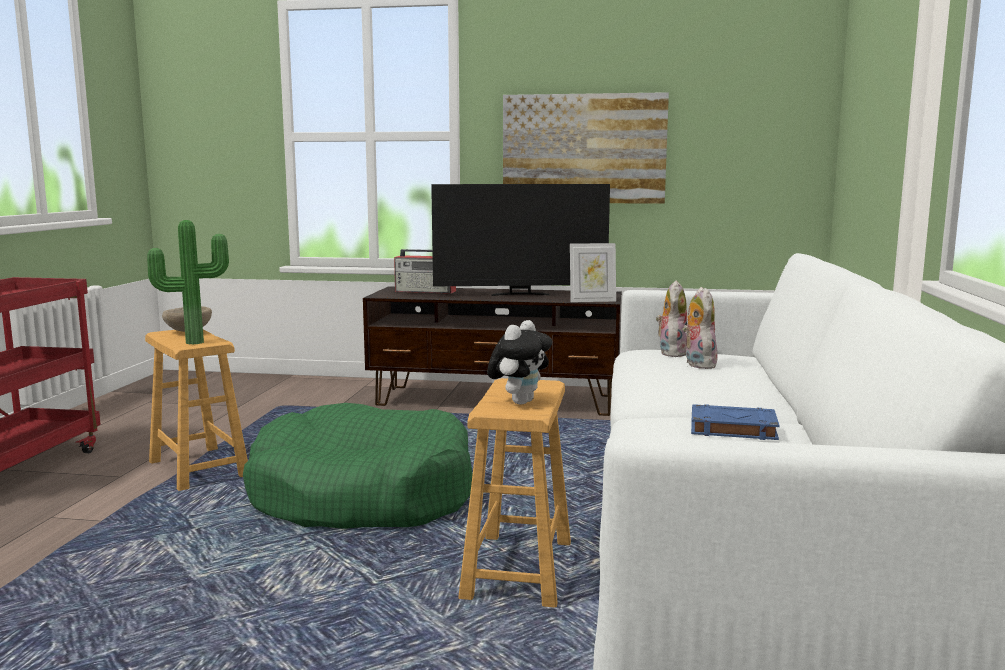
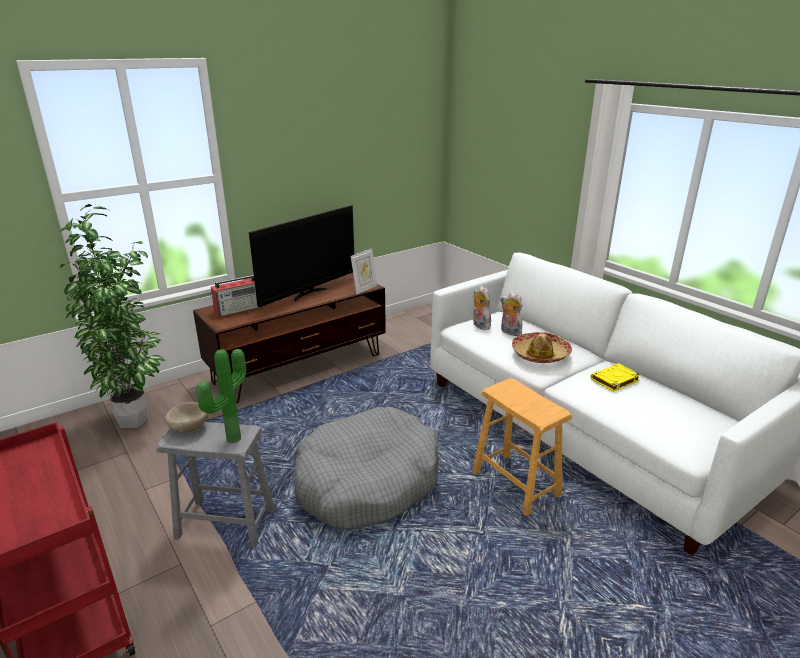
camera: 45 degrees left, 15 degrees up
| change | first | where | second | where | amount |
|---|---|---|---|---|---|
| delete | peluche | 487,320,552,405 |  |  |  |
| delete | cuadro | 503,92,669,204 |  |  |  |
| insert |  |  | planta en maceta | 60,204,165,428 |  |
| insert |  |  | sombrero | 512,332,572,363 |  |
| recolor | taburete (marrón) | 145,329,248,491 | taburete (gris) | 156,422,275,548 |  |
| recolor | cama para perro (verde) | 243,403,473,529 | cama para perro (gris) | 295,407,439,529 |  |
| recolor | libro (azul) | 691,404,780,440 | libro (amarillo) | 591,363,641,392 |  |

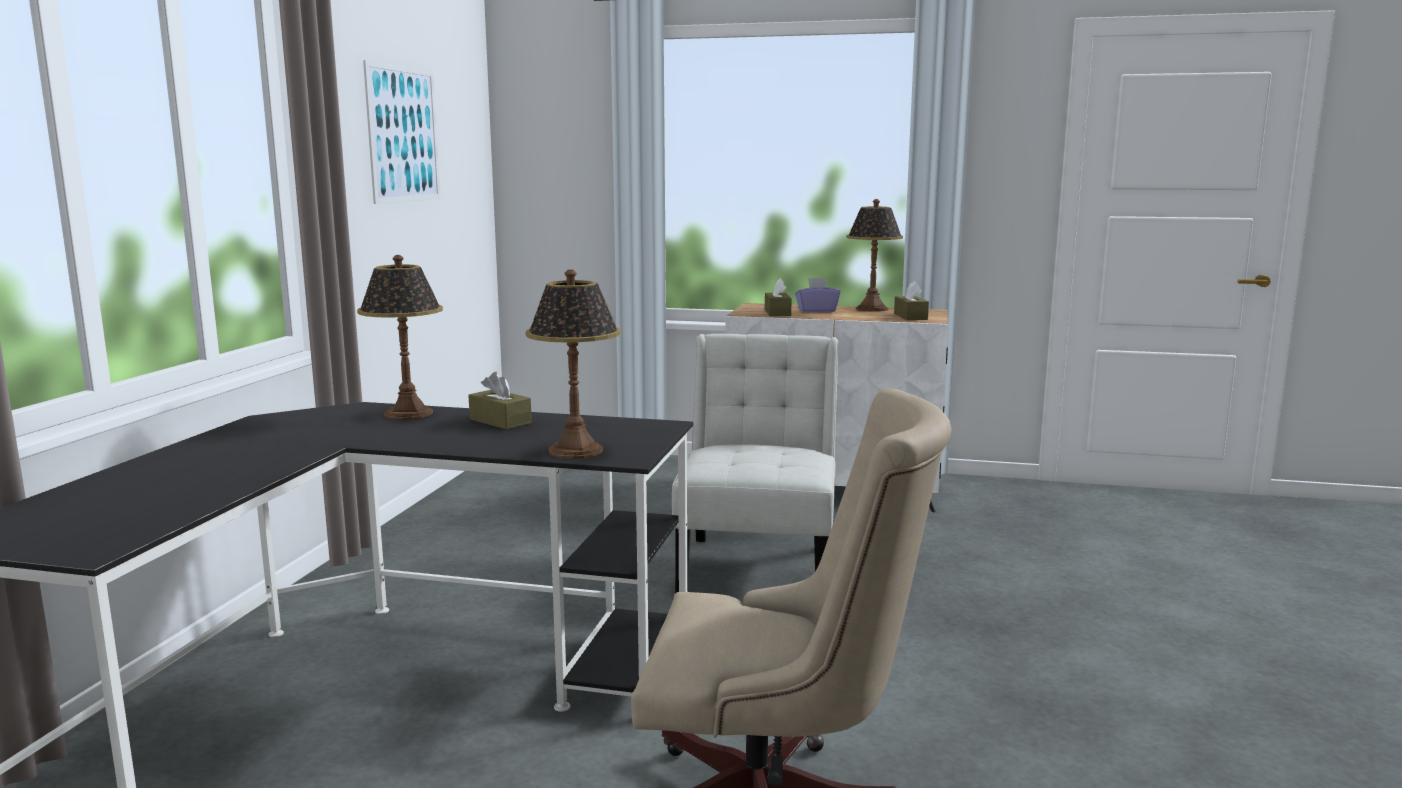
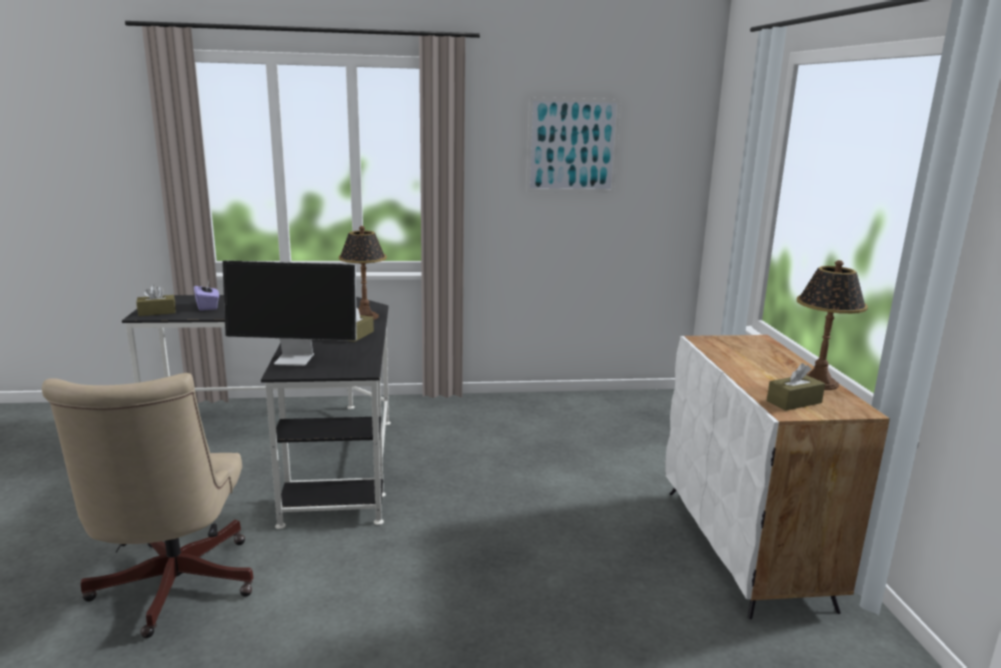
camera: 70 degrees right, 5 degrees up
| change | first | where | second | where | amount |
|---|---|---|---|---|---|
| delete | silla (blanco) | 672,334,838,593 |  |  |  |
| move | caja de pañuelos (marrón) | 765,278,792,316 |  | 136,285,176,316 |  |
| move | caja de pañuelos (morado) | 795,278,841,312 |  | 194,281,219,311 |  |
| replace | lámpara de mesa | 526,269,620,459 | monitor | 222,260,356,366 |  |

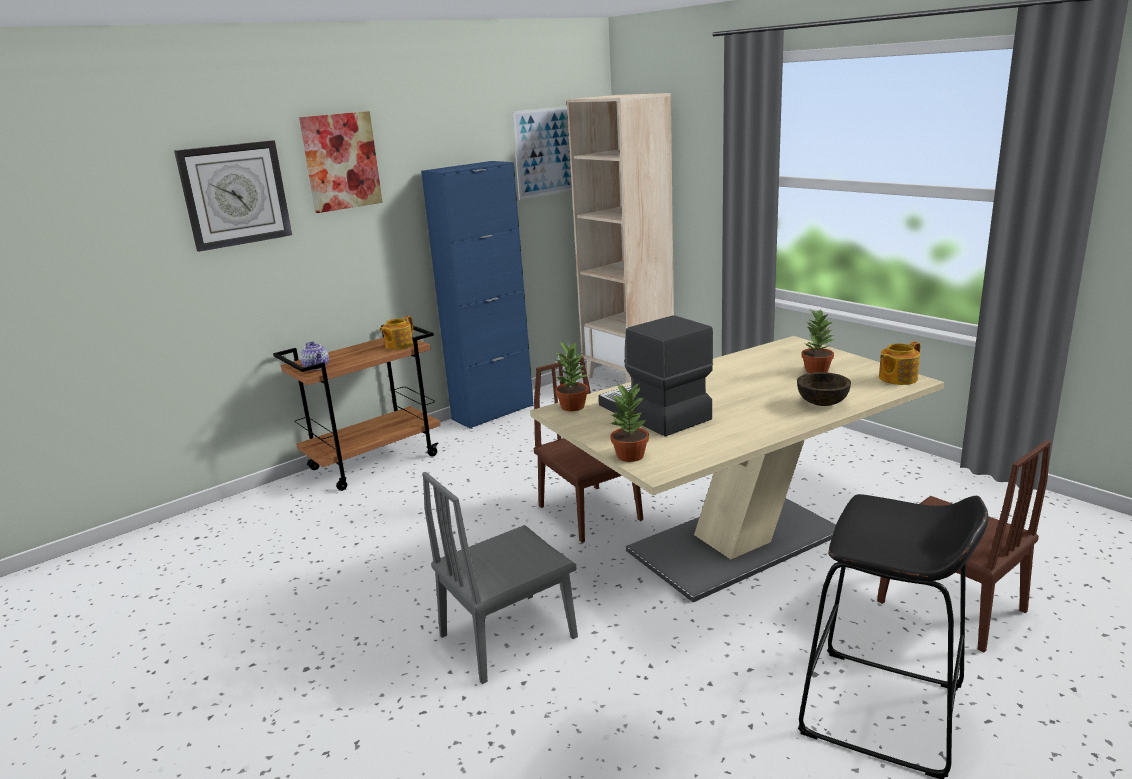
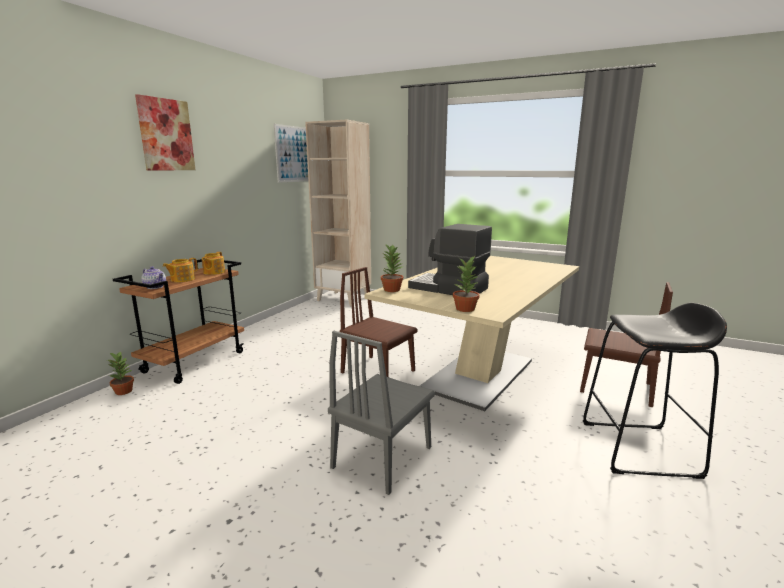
camera: 25 degrees left, 5 degrees down
| change | first | where | second | where | amount |
|---|---|---|---|---|---|
| delete | reloj de pared | 174,140,292,252 |  |  |  |
| delete | armario (azul) | 421,161,534,429 |  |  |  |
| delete | cuenco (marrón) | 797,372,851,406 |  |  |  |
| move | planta en maceta | 801,309,834,373 |  | 107,351,134,395 |  |
| move | tetera | 879,341,921,385 |  | 163,258,198,282 |  |

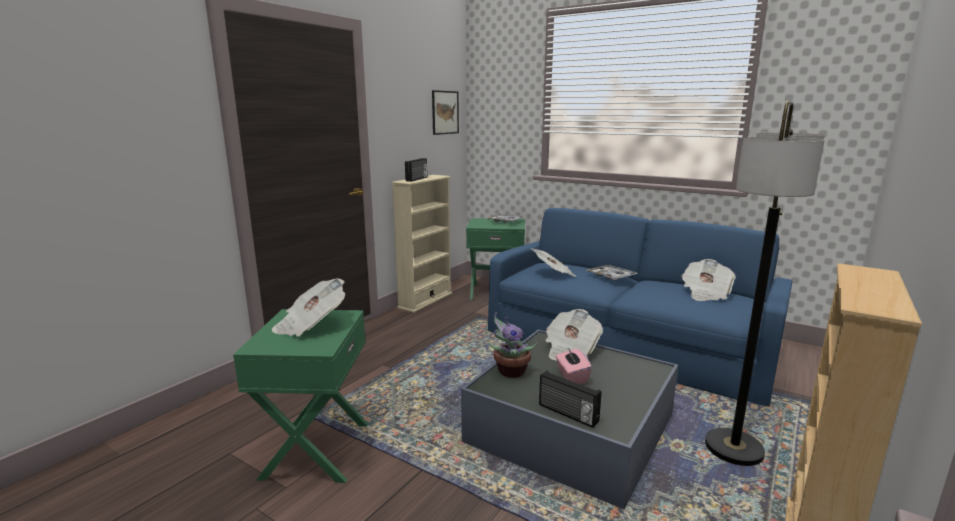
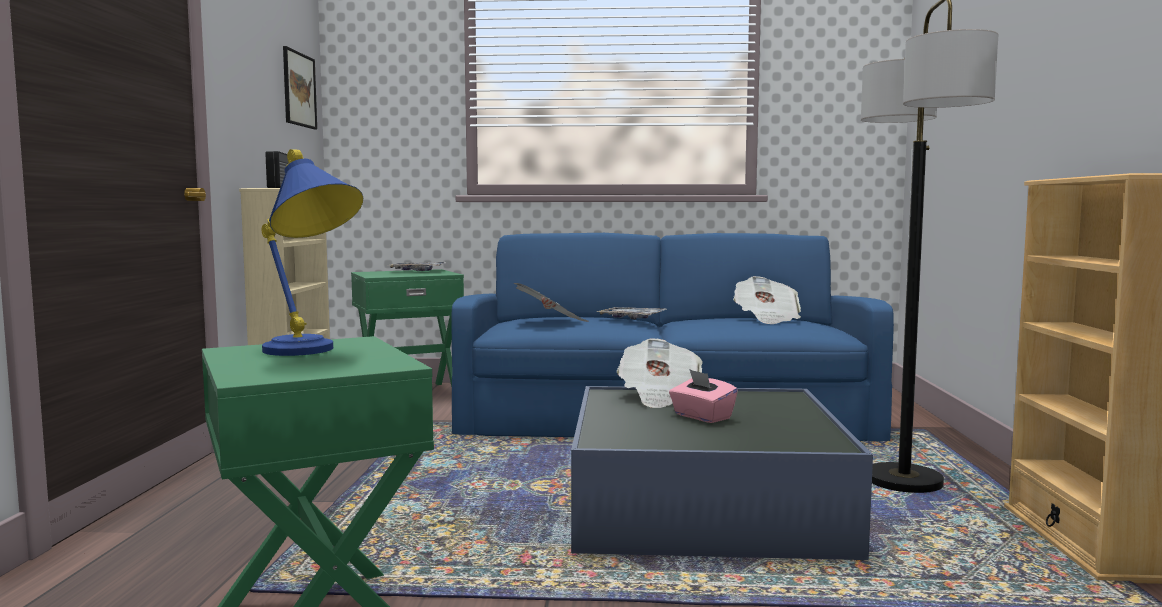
camera: 30 degrees left, 10 degrees down
| change | first | where | second | where | amount |
|---|---|---|---|---|---|
| delete | planta en maceta | 488,312,537,378 |  |  |  |
| delete | radio | 539,371,601,428 |  |  |  |
| replace | periódico | 272,278,345,337 | lámpara de mesa (azul) | 262,149,363,356 |  |

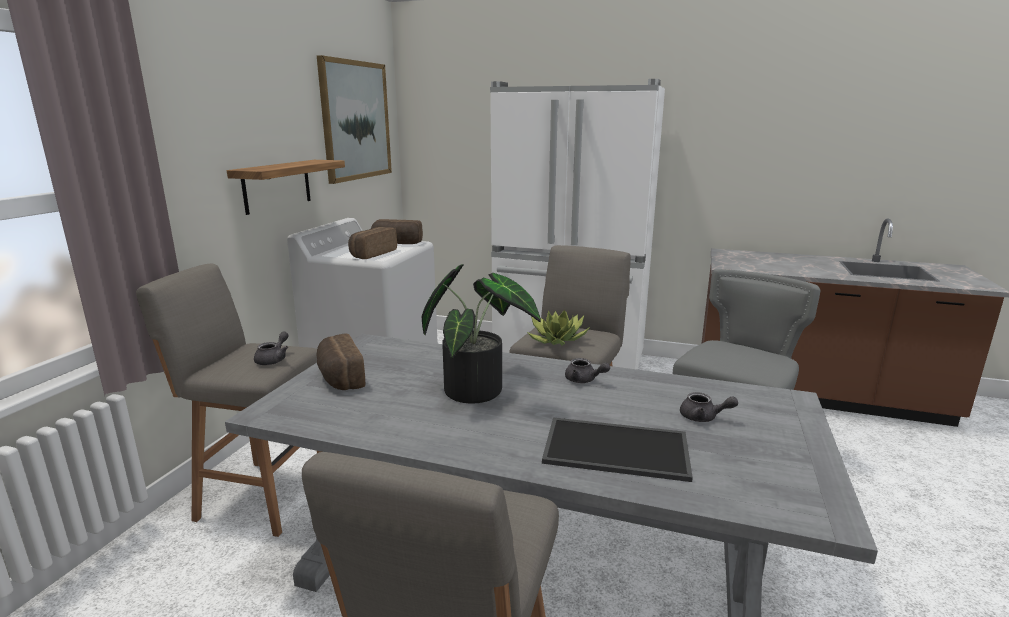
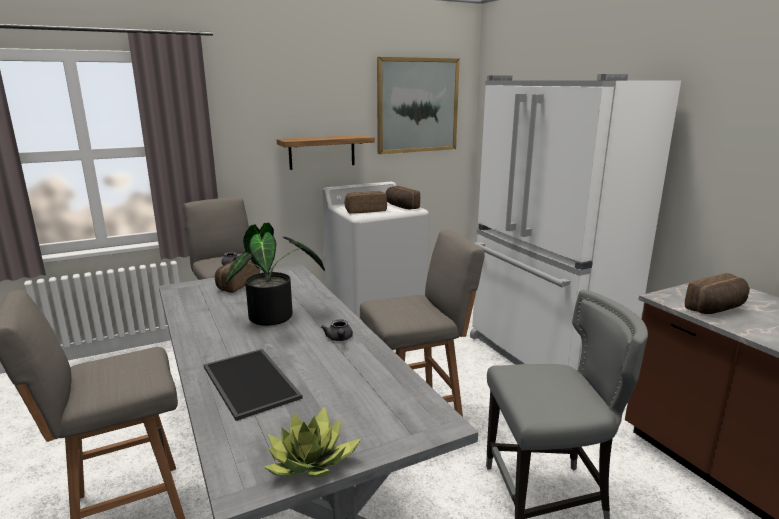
camera: 45 degrees right, 0 degrees up
| change | first | where | second | where | amount |
|---|---|---|---|---|---|
| delete | tetera (gris) | 680,392,738,422 |  |  |  |
| insert |  |  | pan | 685,273,750,314 |  |
| move | planta en maceta | 527,310,590,346 |  | 264,406,362,477 |  |

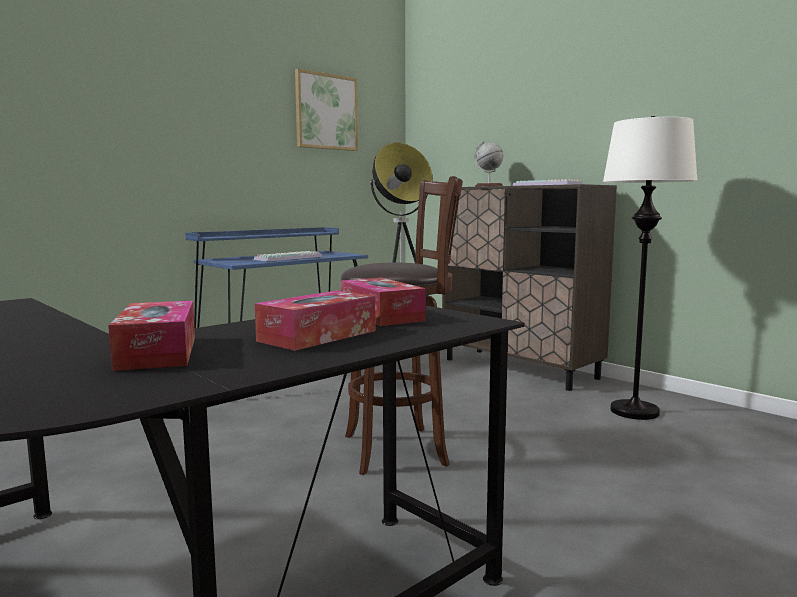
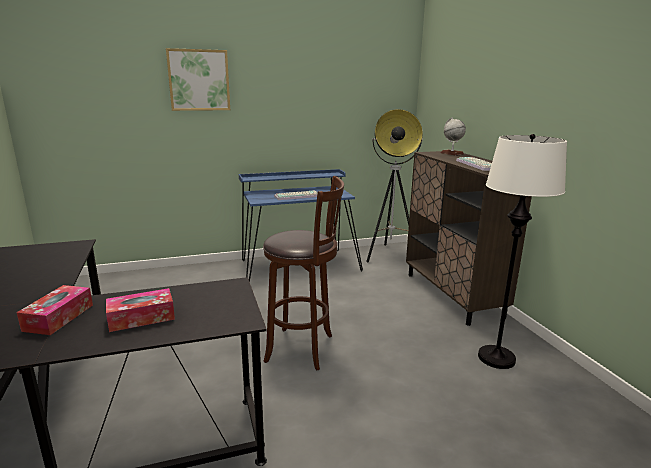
camera: 25 degrees right, 10 degrees up
| change | first | where | second | where | amount |
|---|---|---|---|---|---|
| delete | caja de pañuelos | 341,278,426,326 |  |  |  |
| move | cuadro | 295,69,358,151 |  | 166,48,230,111 |  |

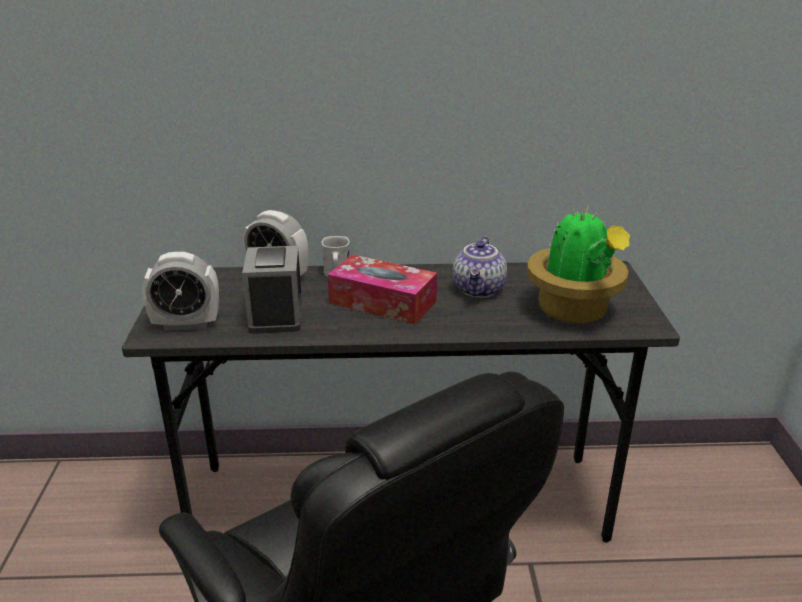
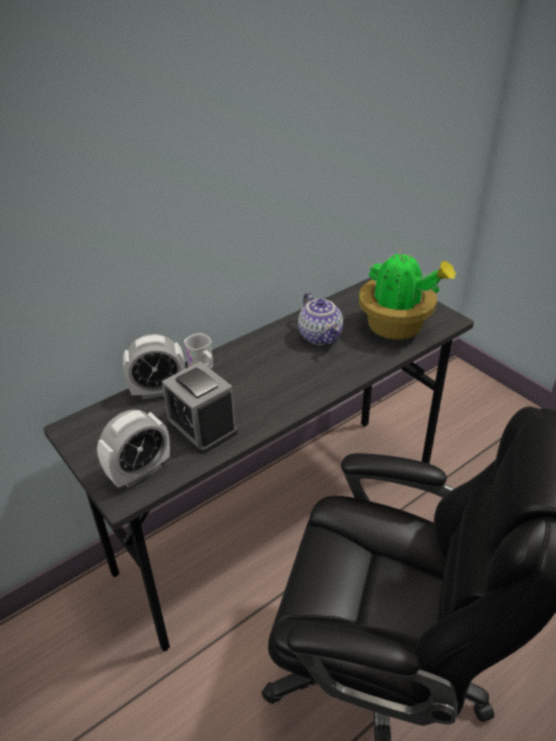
camera: 35 degrees left, 10 degrees up
| change | first | where | second | where | amount |
|---|---|---|---|---|---|
| delete | caja de pañuelos | 327,254,437,325 |  |  |  |

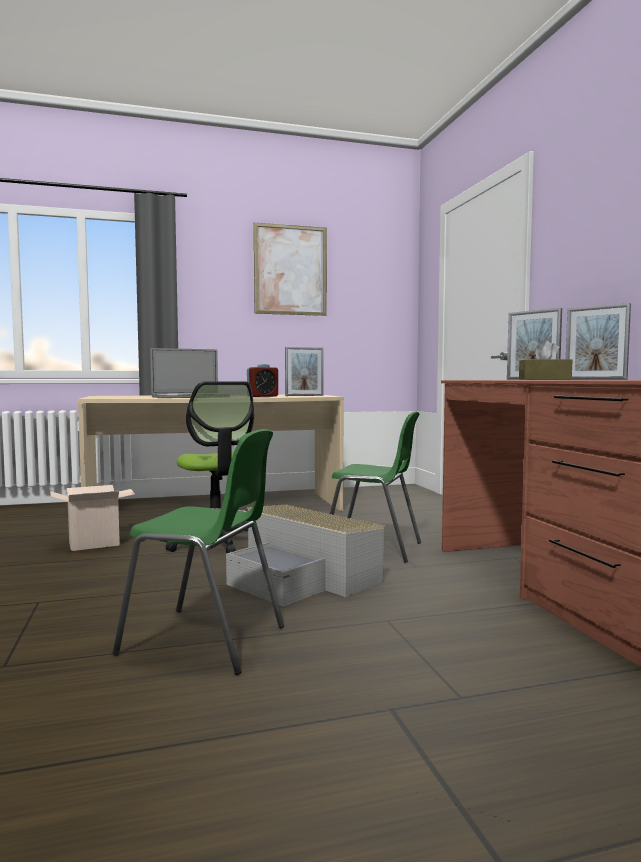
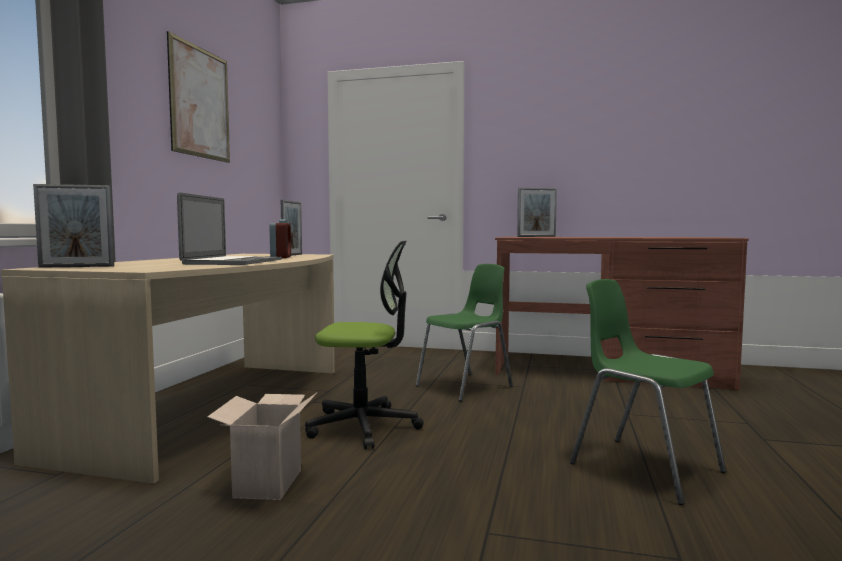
camera: 60 degrees left, 0 degrees up
| change | first | where | second | where | amount |
|---|---|---|---|---|---|
| delete | caja de almacenaje (gris) | 226,505,384,607 |  |  |  |
| delete | caja de pañuelos (marrón) | 519,340,572,380 |  |  |  |
| move | portarretratos | 566,303,631,380 |  | 33,184,114,268 |  |
| rotate | silla (verde) | 113,429,284,675 |  | 570,279,726,505 | 90 degrees counterclockwise |

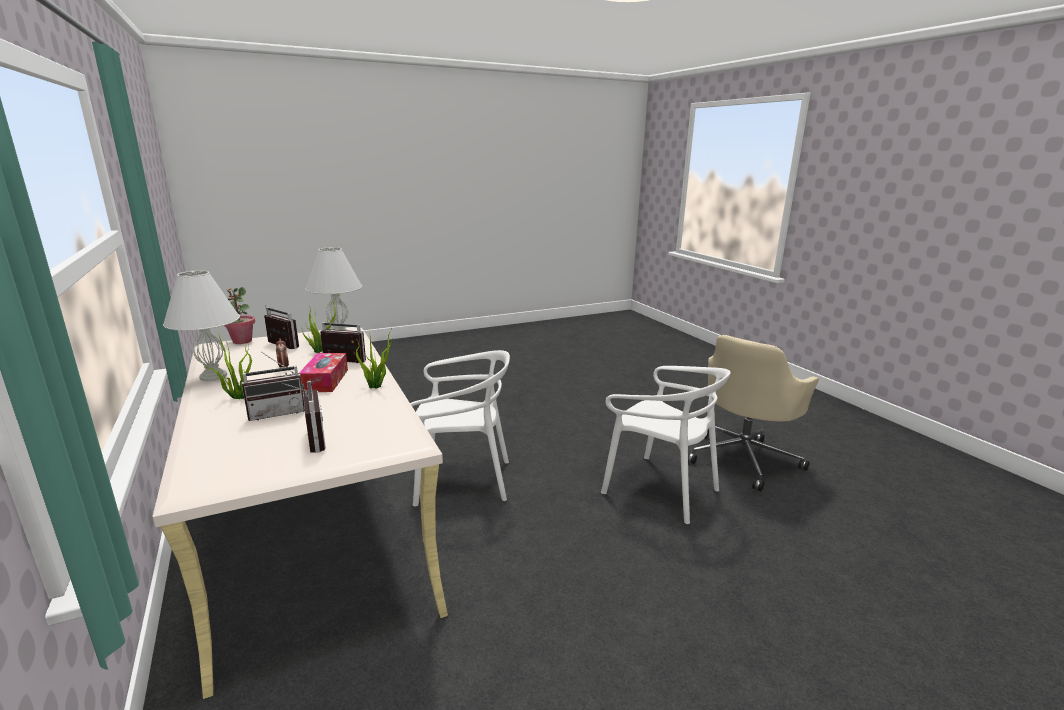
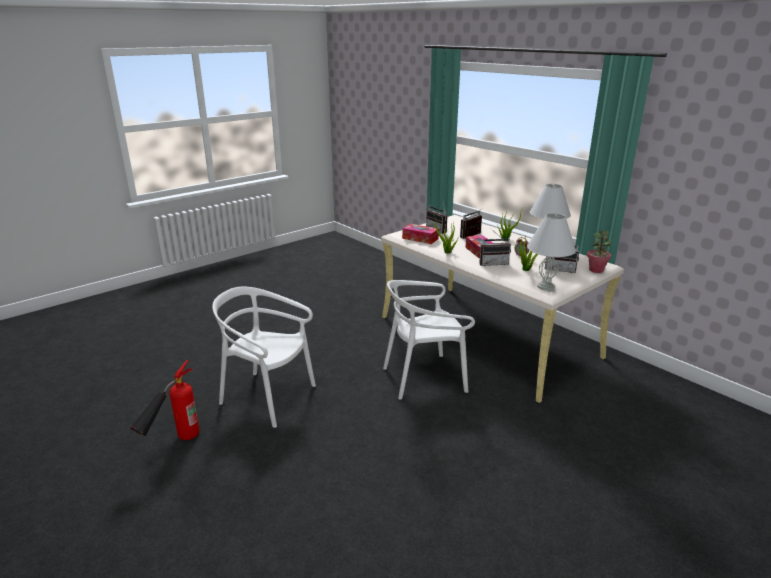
camera: 165 degrees right, 5 degrees up
| change | first | where | second | where | amount |
|---|---|---|---|---|---|
| insert |  |  | caja de pañuelos | 402,224,439,244 |  |
| replace | silla de oficina (beis) | 688,335,819,491 | extintor | 130,360,200,440 |  |

